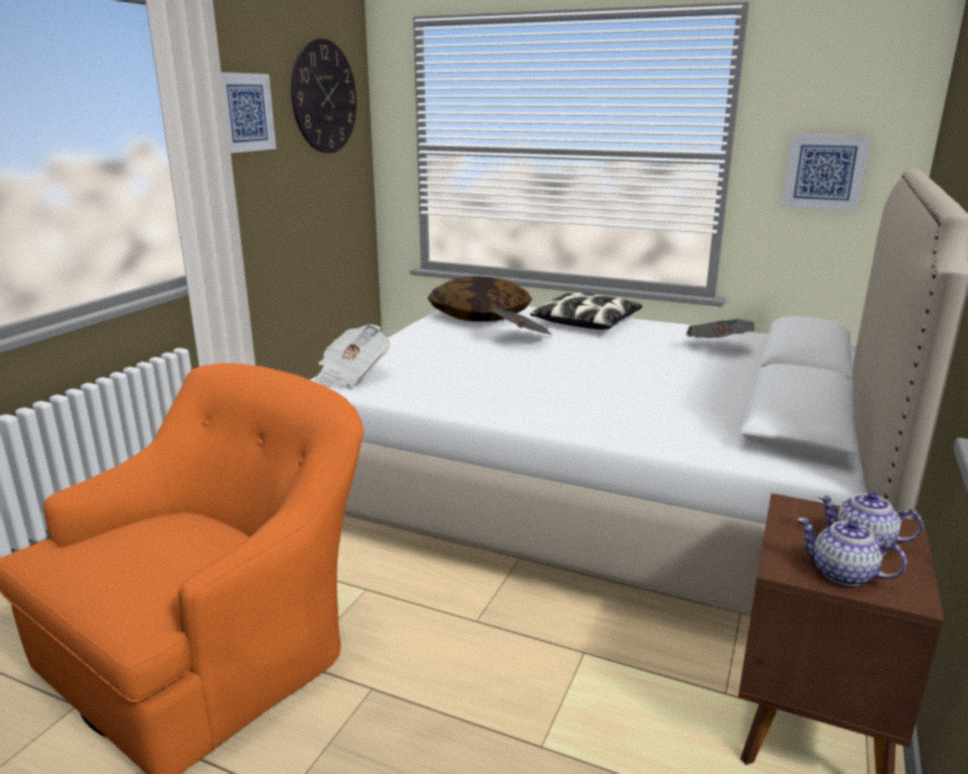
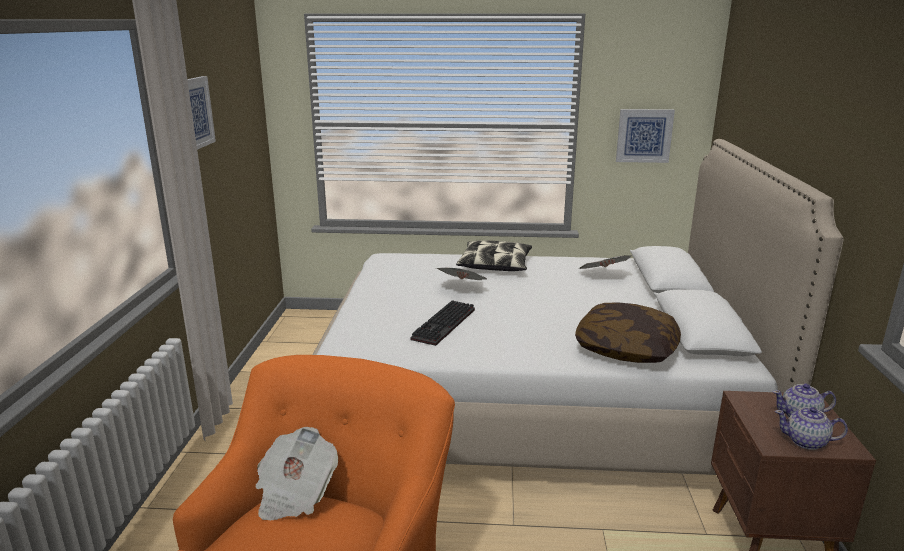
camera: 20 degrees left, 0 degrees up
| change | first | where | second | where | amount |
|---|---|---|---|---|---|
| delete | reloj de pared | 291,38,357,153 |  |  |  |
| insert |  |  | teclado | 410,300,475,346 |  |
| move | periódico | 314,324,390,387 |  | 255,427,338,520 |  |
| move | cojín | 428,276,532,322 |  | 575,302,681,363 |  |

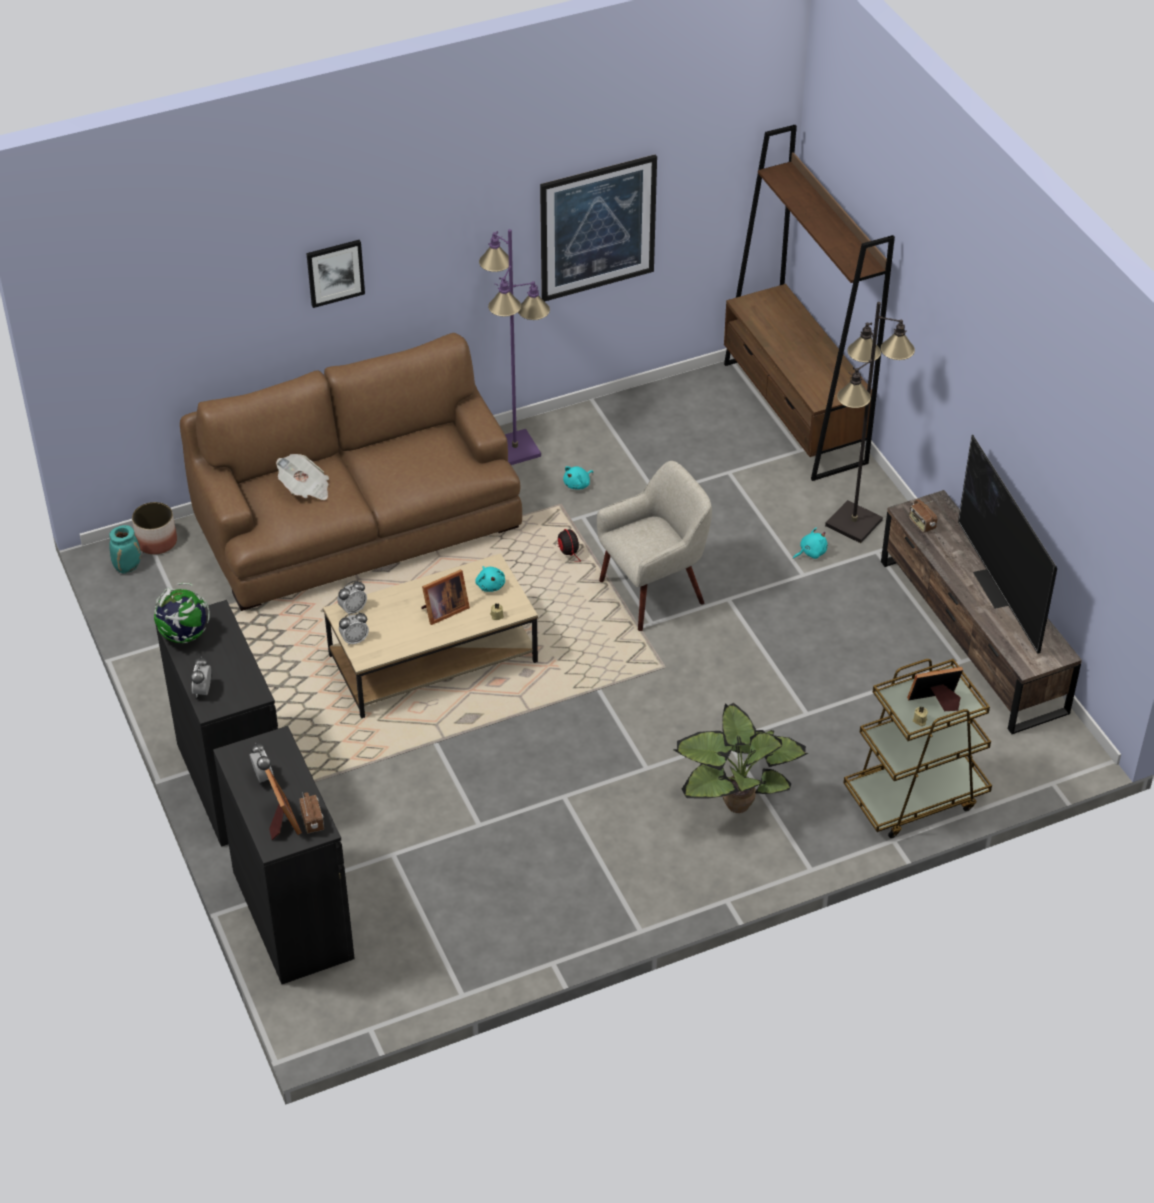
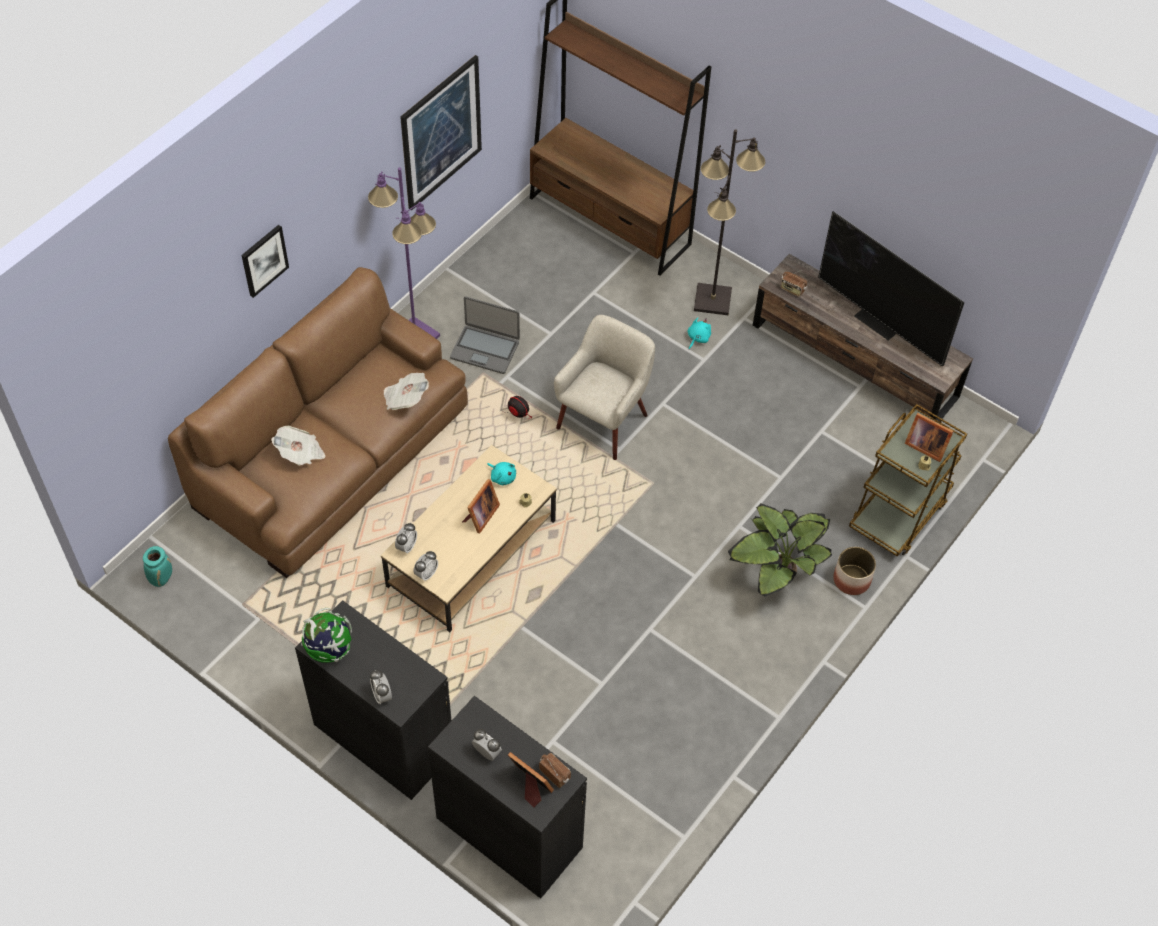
camera: 30 degrees left, 10 degrees up
| change | first | where | second | where | amount |
|---|---|---|---|---|---|
| insert |  |  | periódico | 384,373,429,410 |  |
| move | maceta | 132,502,177,555 |  | 833,547,876,595 |  |
| replace | peluche (turquesa) | 563,466,593,489 | portátil | 450,297,520,374 |  |
| rotate | portarretratos | 907,667,963,711 |  | 905,413,954,462 | 105 degrees counterclockwise |

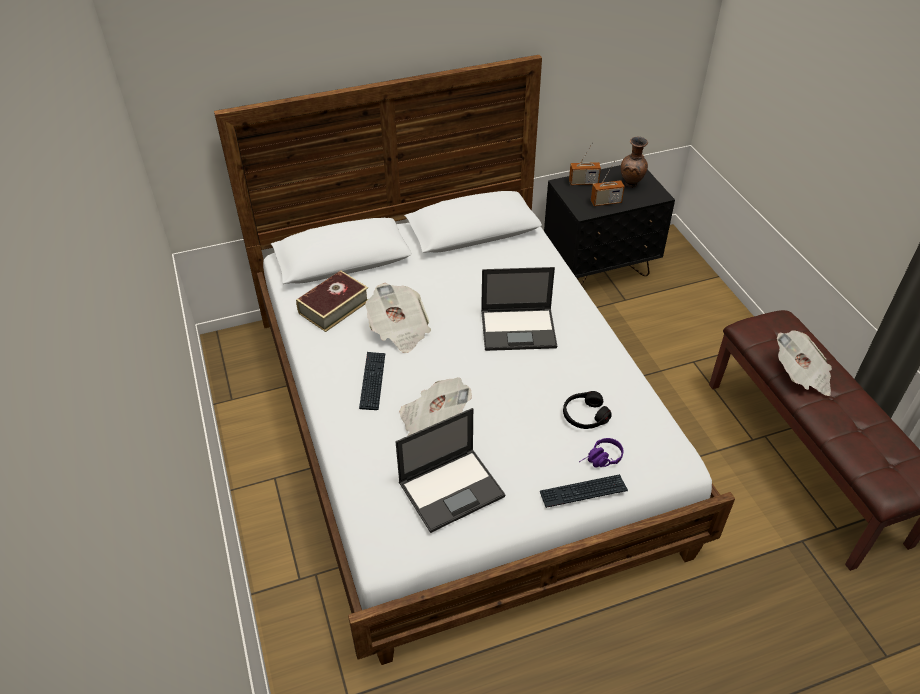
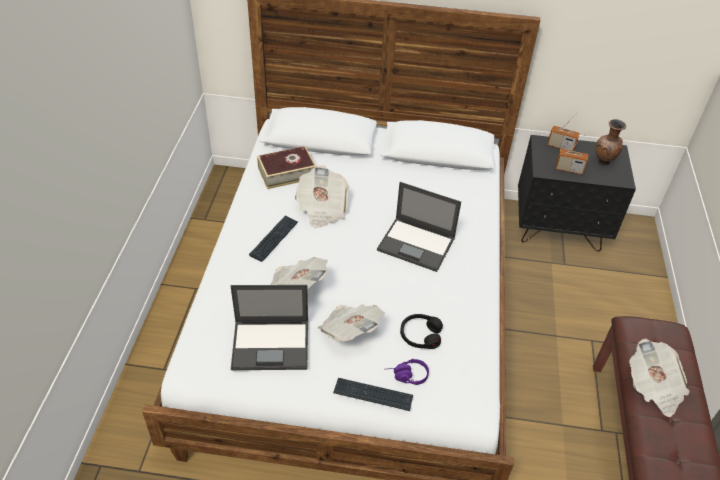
camera: 25 degrees right, 0 degrees up
| change | first | where | second | where | amount |
|---|---|---|---|---|---|
| insert |  |  | periódico | 318,305,385,341 |  |

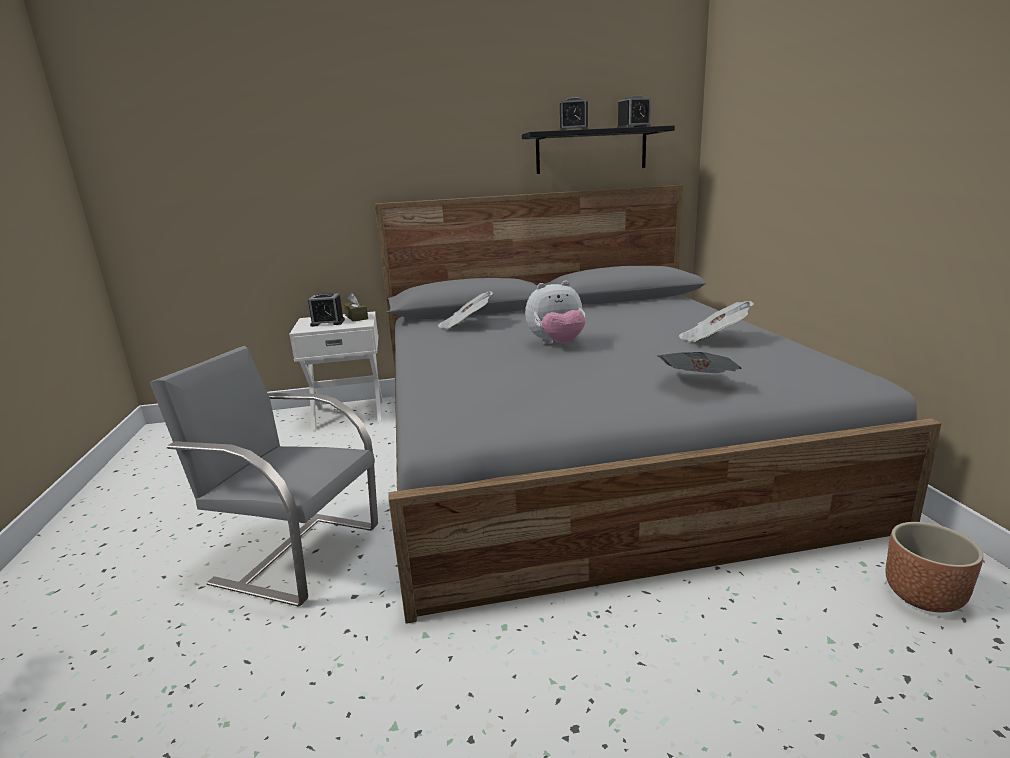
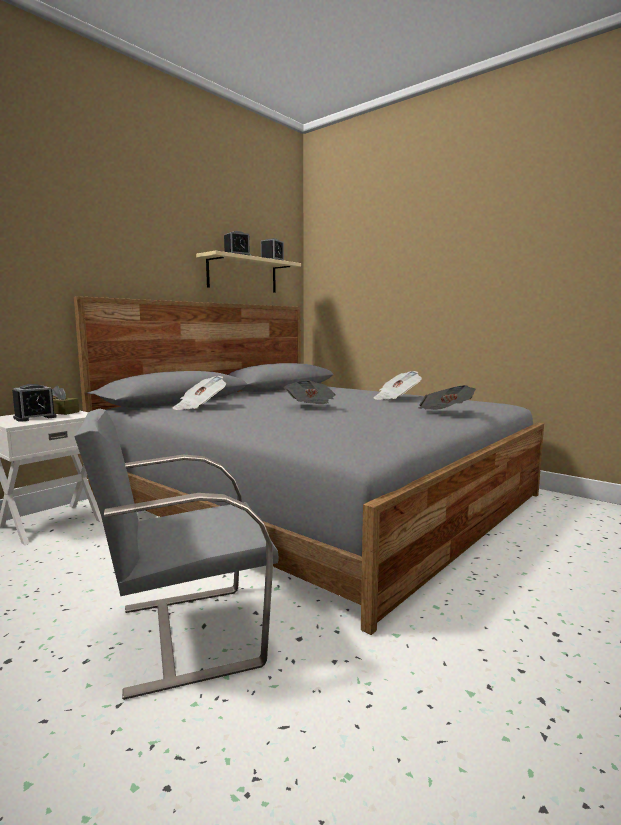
camera: 40 degrees left, 10 degrees down
| change | first | where | second | where | amount |
|---|---|---|---|---|---|
| delete | maceta (marrón) | 886,522,983,613 |  |  |  |
| replace | peluche | 525,281,586,344 | periódico | 284,380,336,404 |  |
| recolor | estante (negro) | 522,125,675,174 | estante (beis) | 196,251,301,293 |  |

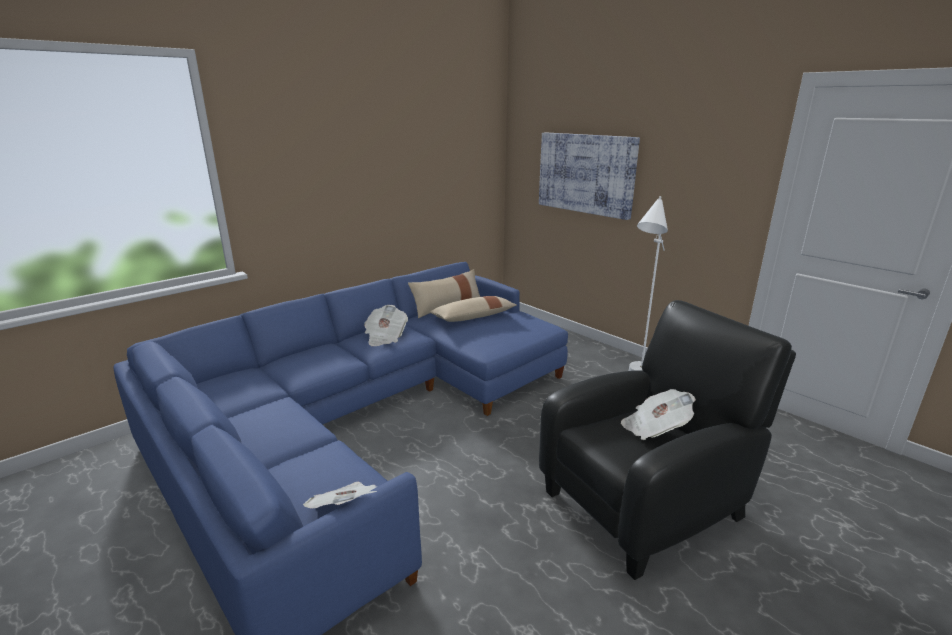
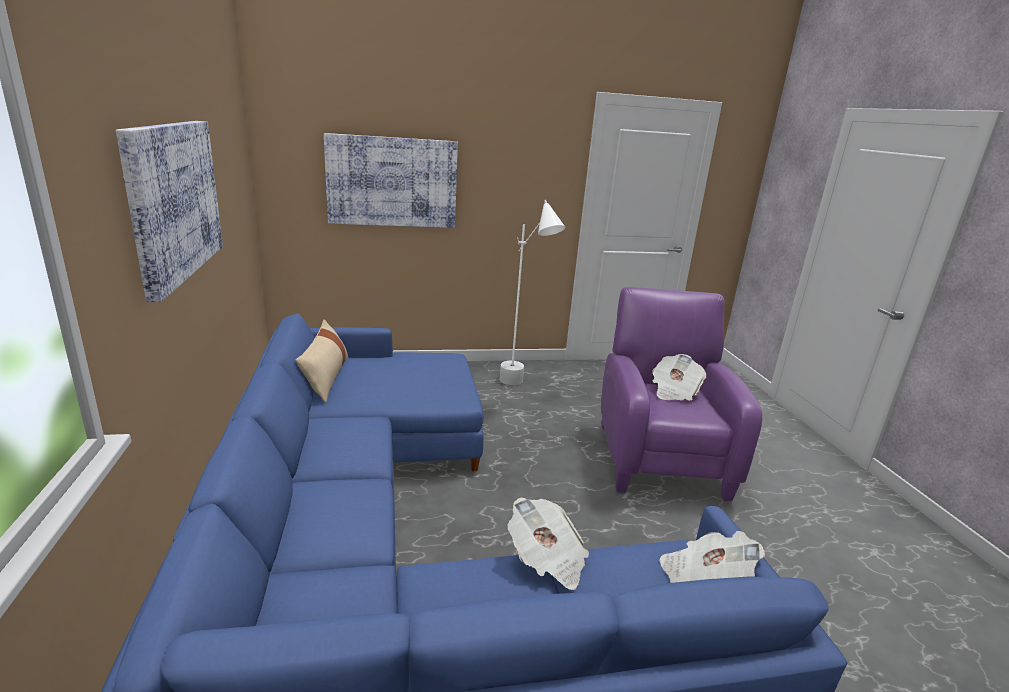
camera: 60 degrees left, 0 degrees up
| change | first | where | second | where | amount |
|---|---|---|---|---|---|
| delete | cojín (beis) | 429,296,517,322 |  |  |  |
| insert |  |  | cuadro | 115,121,223,302 |  |
| move | periódico | 364,305,408,346 |  | 507,497,589,590 |  |
| recolor | sillón (negro) | 539,300,796,580 | sillón (morado) | 601,287,762,501 |  |

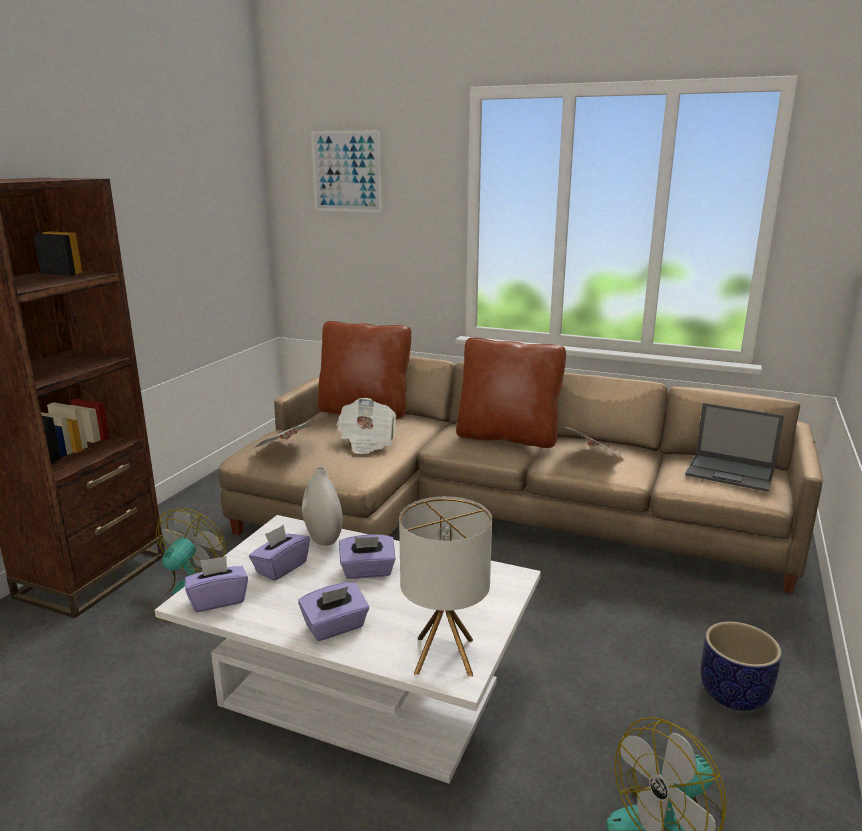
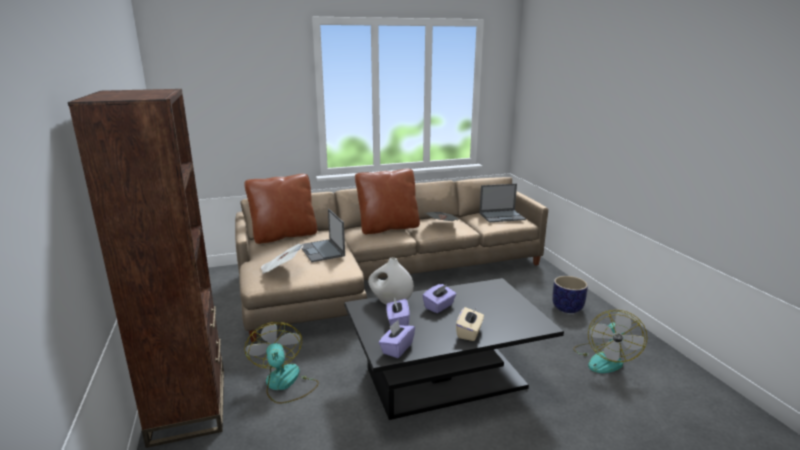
camera: 40 degrees left, 0 degrees up
| change | first | where | second | where | amount |
|---|---|---|---|---|---|
| delete | cuadro | 311,130,382,213 |  |  |  |
| delete | lámpara de mesa | 399,496,492,677 |  |  |  |
| replace | periódico | 336,398,396,454 | portátil | 302,209,345,262 |  |
| recolor | mesa de centro (blanco) | 155,515,541,784 | mesa de centro (negro) | 344,278,564,420 |  |
| recolor | caja de pañuelos (morado) | 298,582,369,641 | caja de pañuelos (beis) | 456,307,484,341 |  |

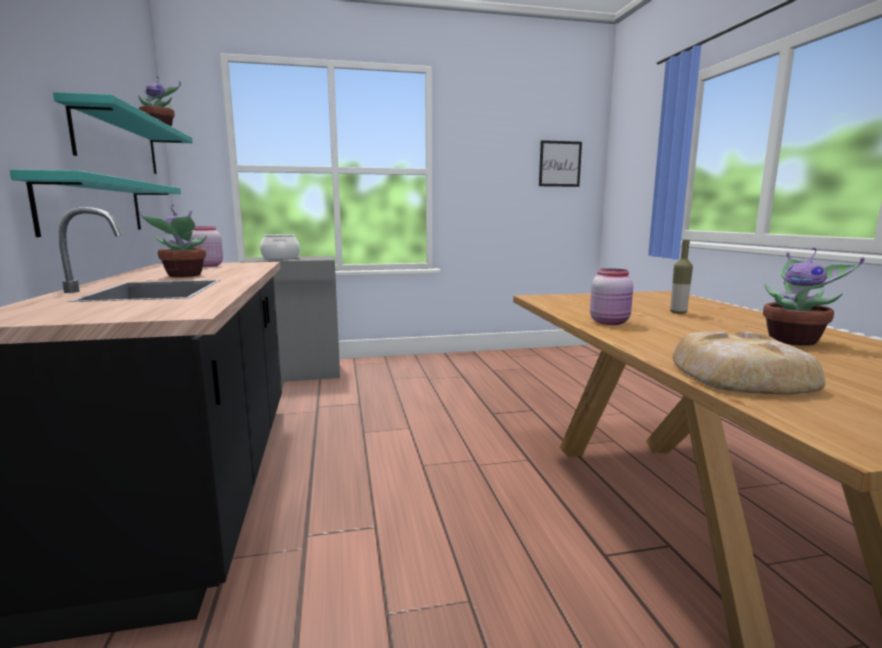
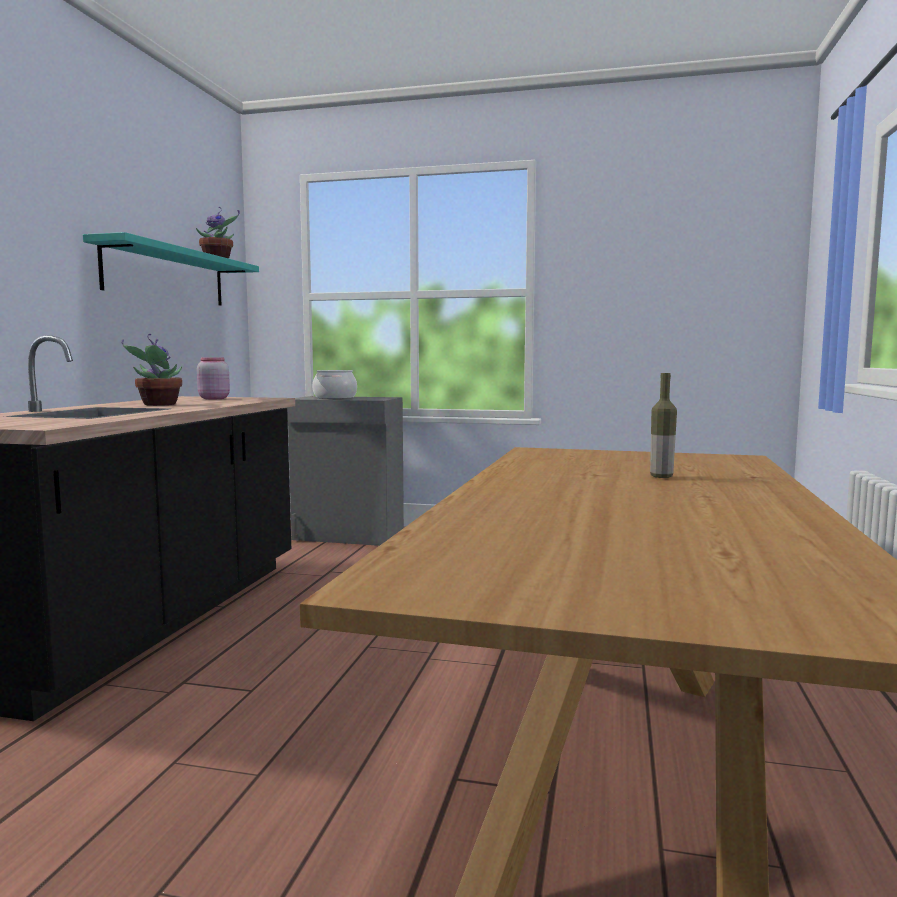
camera: 25 degrees right, 5 degrees down
| change | first | where | second | where | amount |
|---|---|---|---|---|---|
| delete | estante (turquesa) | 10,169,181,237 |  |  |  |
| delete | cuadro | 539,140,582,187 |  |  |  |
| delete | tarro (rosa) | 590,268,633,325 |  |  |  |
| delete | pan | 673,331,825,395 |  |  |  |
| delete | planta en maceta | 763,247,865,346 |  |  |  |

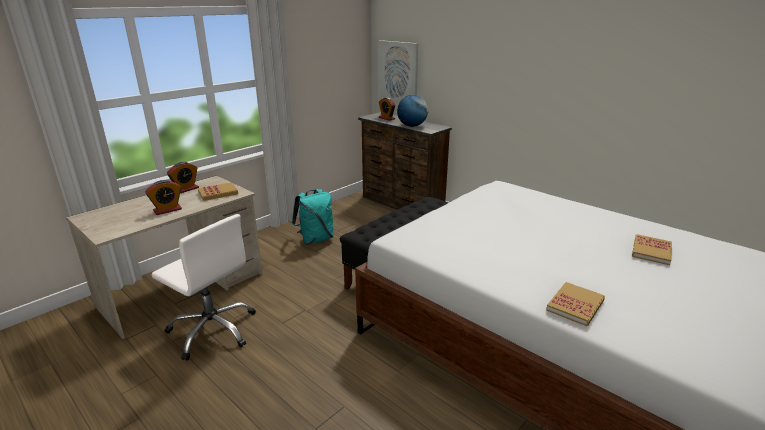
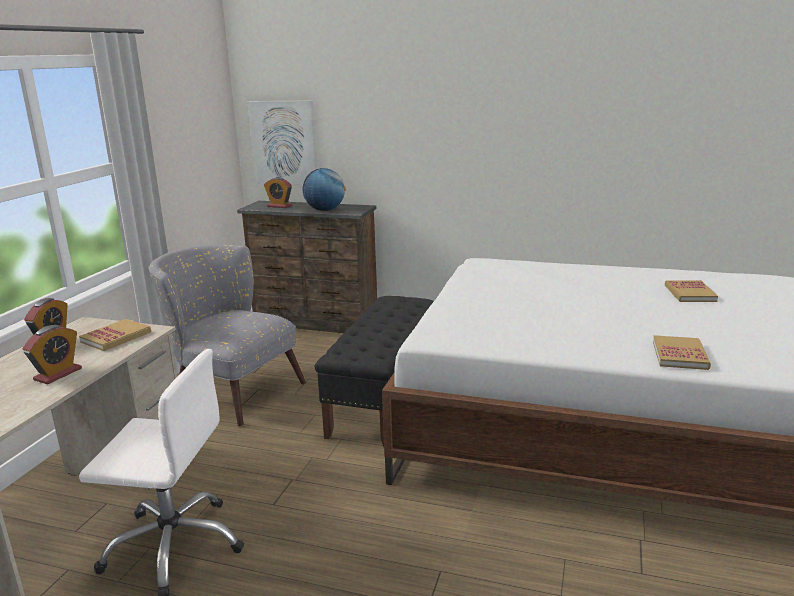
camera: 25 degrees left, 5 degrees down
| change | first | where | second | where | amount |
|---|---|---|---|---|---|
| replace | mochila (turquesa) | 292,189,333,245 | sillón (gris) | 148,244,306,426 |  |

